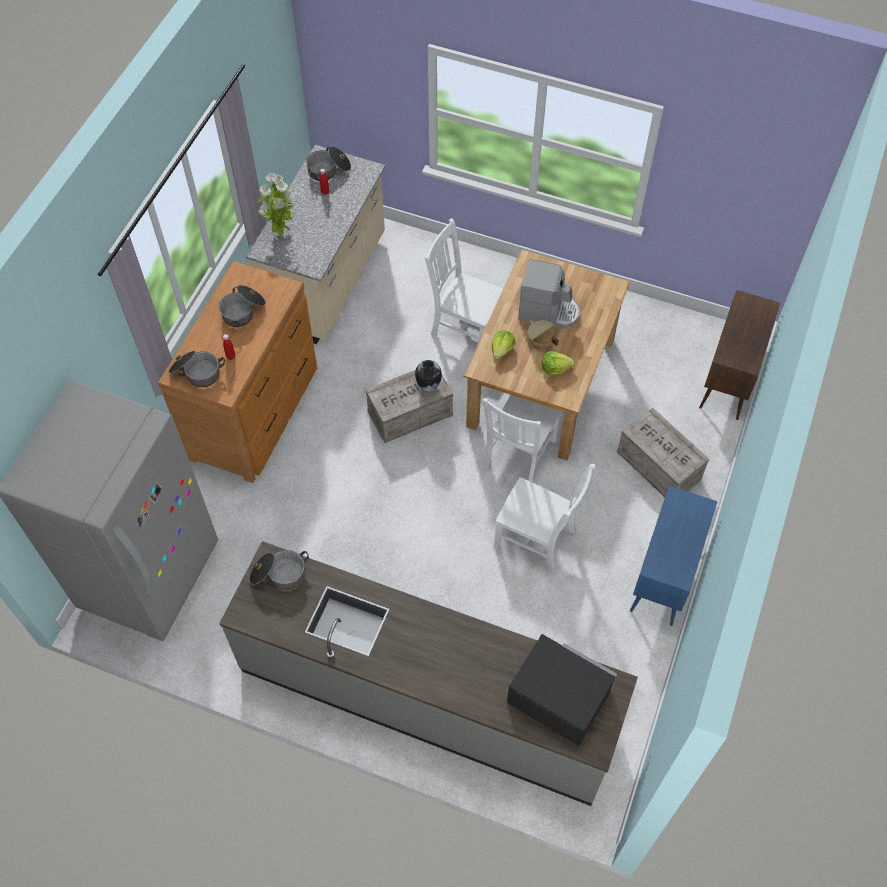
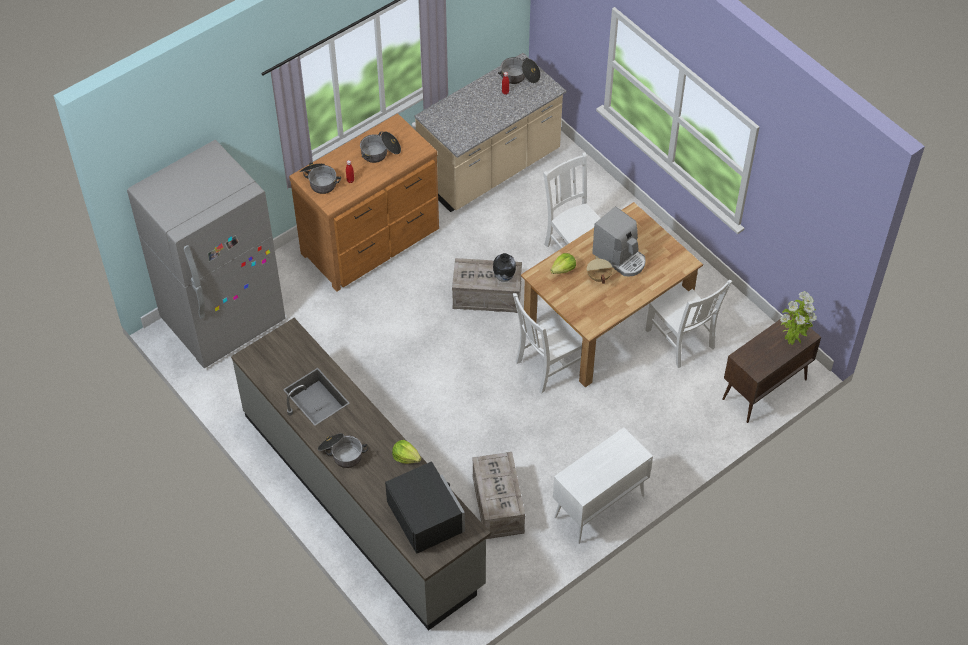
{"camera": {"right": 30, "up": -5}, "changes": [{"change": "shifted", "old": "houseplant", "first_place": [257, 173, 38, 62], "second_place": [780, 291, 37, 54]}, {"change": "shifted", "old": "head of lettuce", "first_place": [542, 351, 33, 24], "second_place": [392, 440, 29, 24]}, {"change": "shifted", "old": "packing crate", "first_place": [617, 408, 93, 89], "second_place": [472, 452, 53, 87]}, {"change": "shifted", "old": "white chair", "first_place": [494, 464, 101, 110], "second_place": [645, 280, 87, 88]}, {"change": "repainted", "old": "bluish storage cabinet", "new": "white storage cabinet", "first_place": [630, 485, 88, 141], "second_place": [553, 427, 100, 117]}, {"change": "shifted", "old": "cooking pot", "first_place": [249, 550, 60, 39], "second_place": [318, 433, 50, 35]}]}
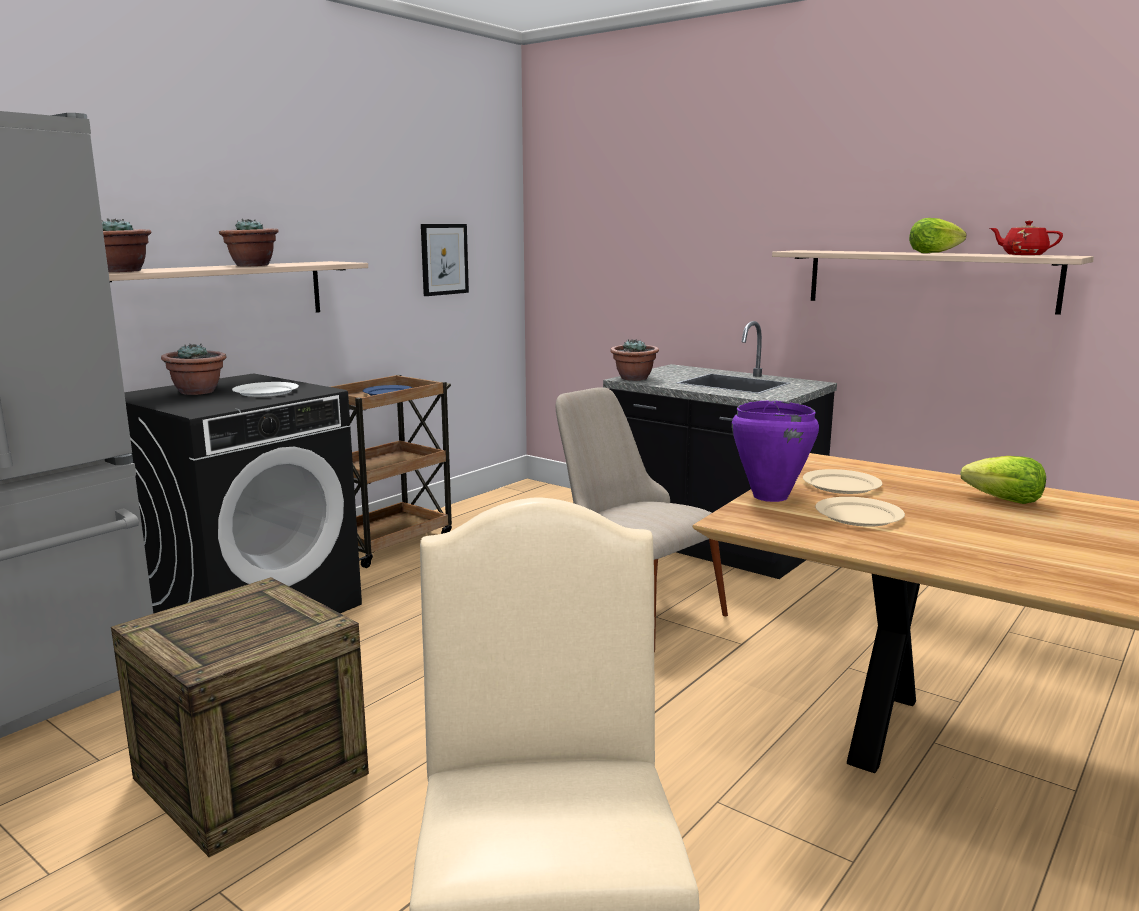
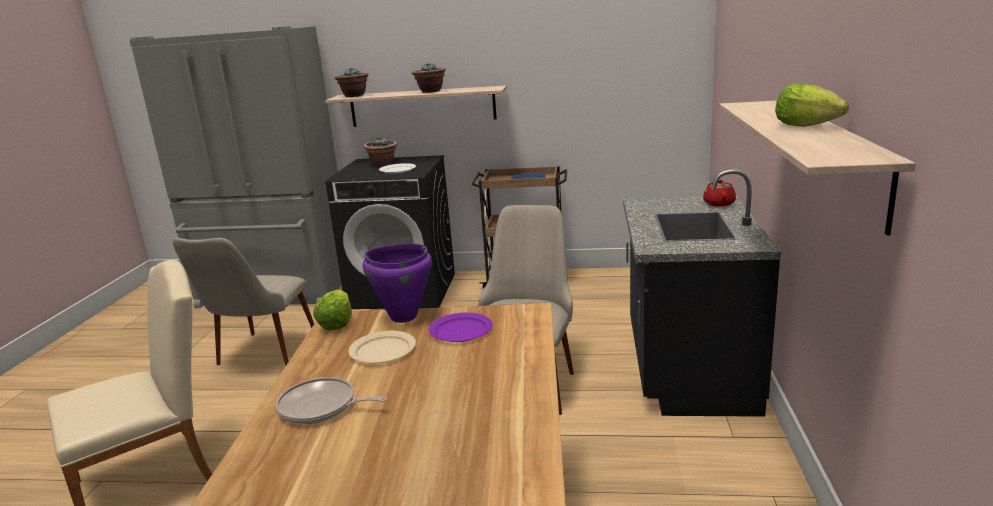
{"camera": {"right": 60, "up": 5}, "changes": [{"change": "shifted", "old": "red pot for tea", "first_place": [990, 221, 73, 34], "second_place": [703, 180, 33, 27]}, {"change": "gone", "old": "wall art", "first_place": [421, 224, 48, 72]}, {"change": "gone", "old": "houseplant", "first_place": [610, 339, 49, 42]}, {"change": "shifted", "old": "head of lettuce", "first_place": [960, 456, 86, 48], "second_place": [313, 290, 39, 40]}, {"change": "repainted", "old": "beige-coloured flat dish", "new": "purple flat dish", "first_place": [803, 469, 79, 25], "second_place": [429, 312, 64, 30]}, {"change": "swapped", "old": "packing crate", "new": "beige-coloured chair", "first_place": [111, 577, 258, 280], "second_place": [173, 238, 141, 129]}, {"change": "new", "new": "pan", "second_place": [276, 377, 112, 47]}]}
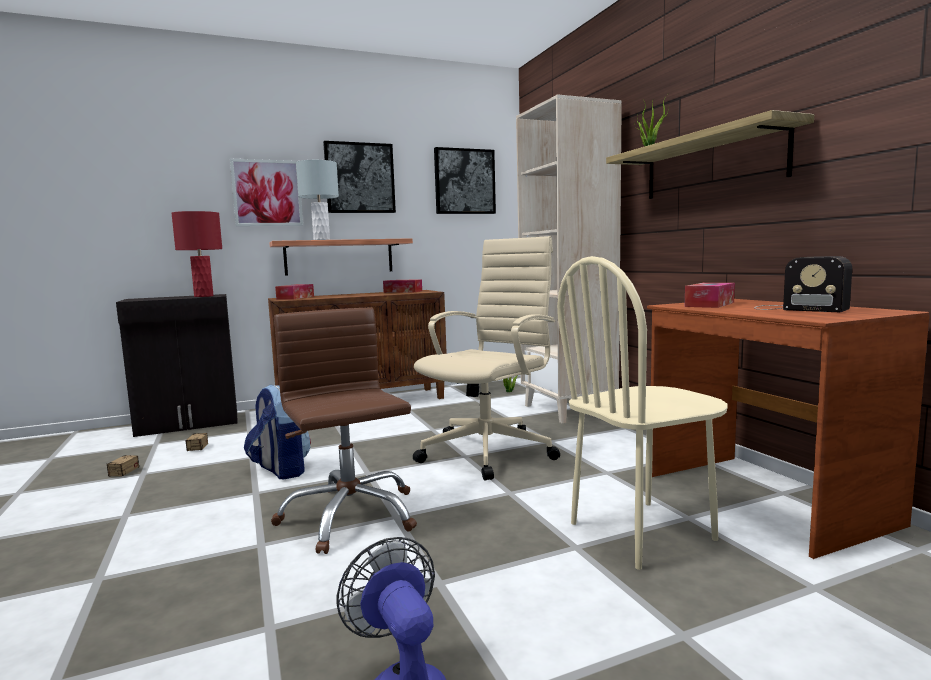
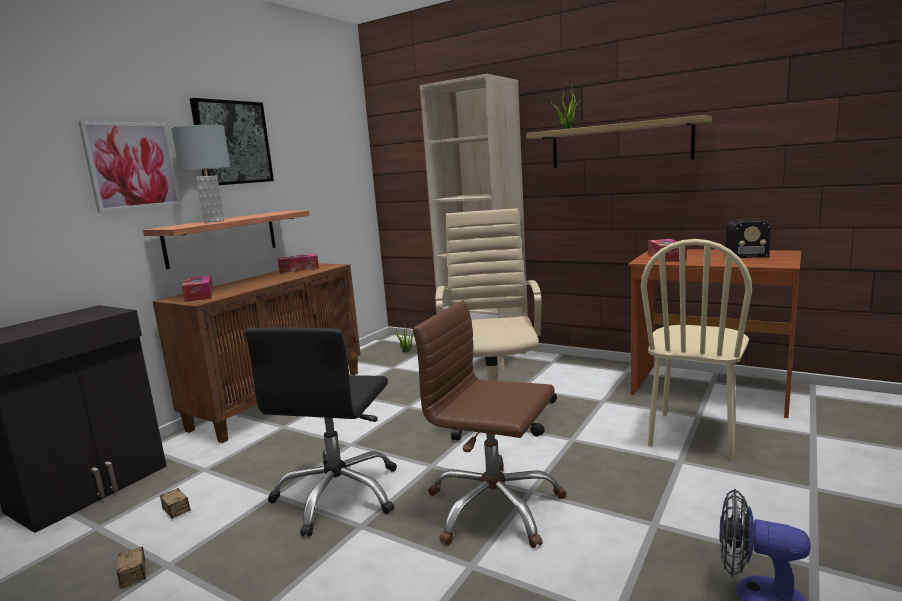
{"camera": {"right": -35, "up": 5}, "changes": [{"change": "gone", "old": "wall art", "first_place": [434, 147, 62, 67]}, {"change": "gone", "old": "red table lamp", "first_place": [172, 211, 50, 86]}, {"change": "swapped", "old": "knapsack", "new": "black computer chair", "first_place": [244, 384, 67, 95], "second_place": [244, 327, 153, 210]}]}
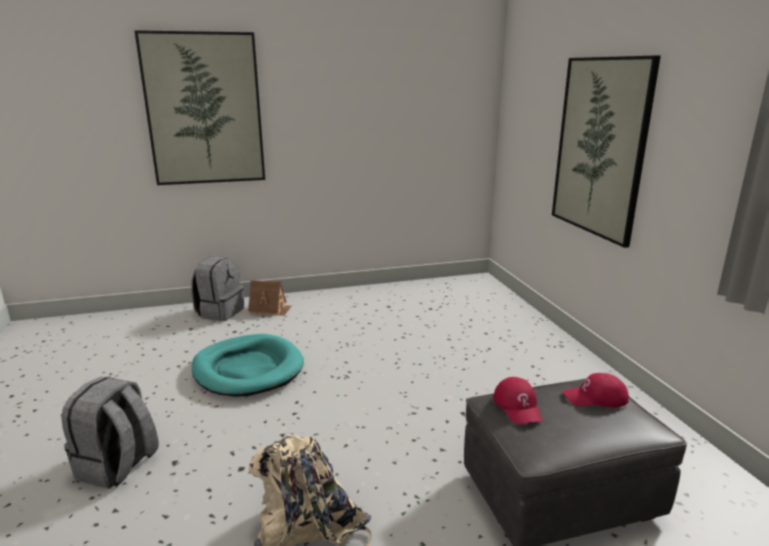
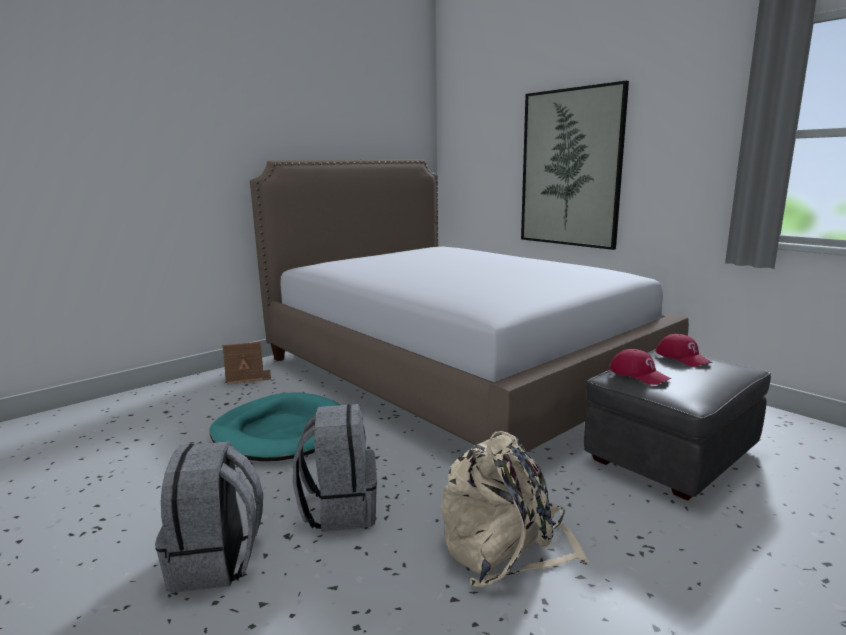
{"camera": {"right": -25, "up": -5}, "changes": [{"change": "gone", "old": "wall art", "first_place": [134, 30, 131, 155]}, {"change": "shifted", "old": "grey knapsack", "first_place": [191, 257, 53, 64], "second_place": [293, 404, 84, 128]}, {"change": "rotated", "old": "red peaked cap", "first_place": [563, 373, 66, 35], "second_place": [655, 334, 57, 33], "degrees": -90}, {"change": "new", "new": "bed", "second_place": [250, 159, 439, 293]}]}
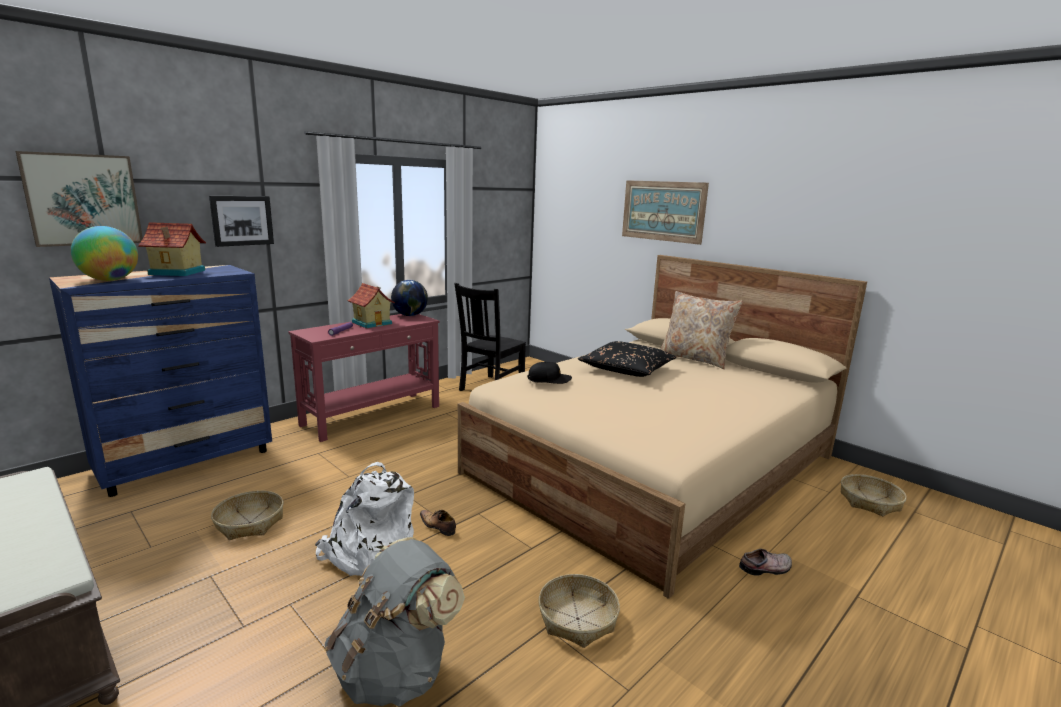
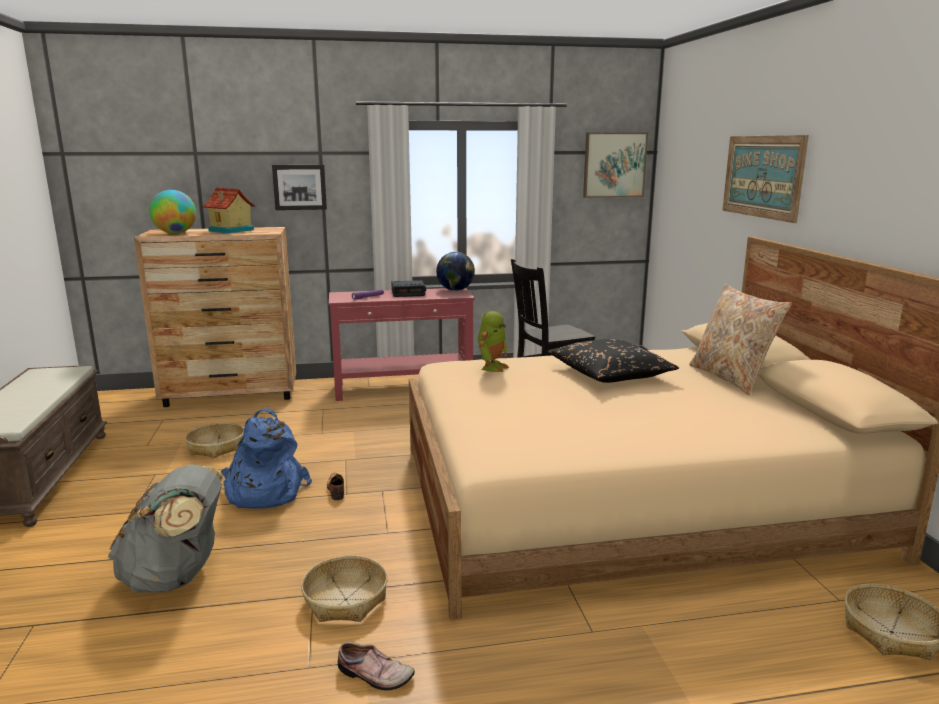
{"camera": {"right": 35, "up": 0}, "changes": [{"change": "shifted", "old": "wall art", "first_place": [15, 151, 128, 96], "second_place": [583, 132, 65, 66]}, {"change": "repainted", "old": "bluish dresser", "new": "brown dresser", "first_place": [49, 265, 223, 232], "second_place": [134, 227, 162, 180]}, {"change": "swapped", "old": "toy house", "new": "alarm clock", "first_place": [347, 283, 48, 45], "second_place": [391, 280, 35, 17]}, {"change": "swapped", "old": "black peaked cap", "new": "toy robot", "first_place": [528, 362, 44, 22], "second_place": [477, 311, 32, 61]}, {"change": "repainted", "old": "white knapsack", "new": "bluish knapsack", "first_place": [315, 462, 99, 114], "second_place": [221, 408, 91, 101]}, {"change": "shifted", "old": "shoe", "first_place": [739, 549, 53, 26], "second_place": [338, 642, 77, 48]}]}
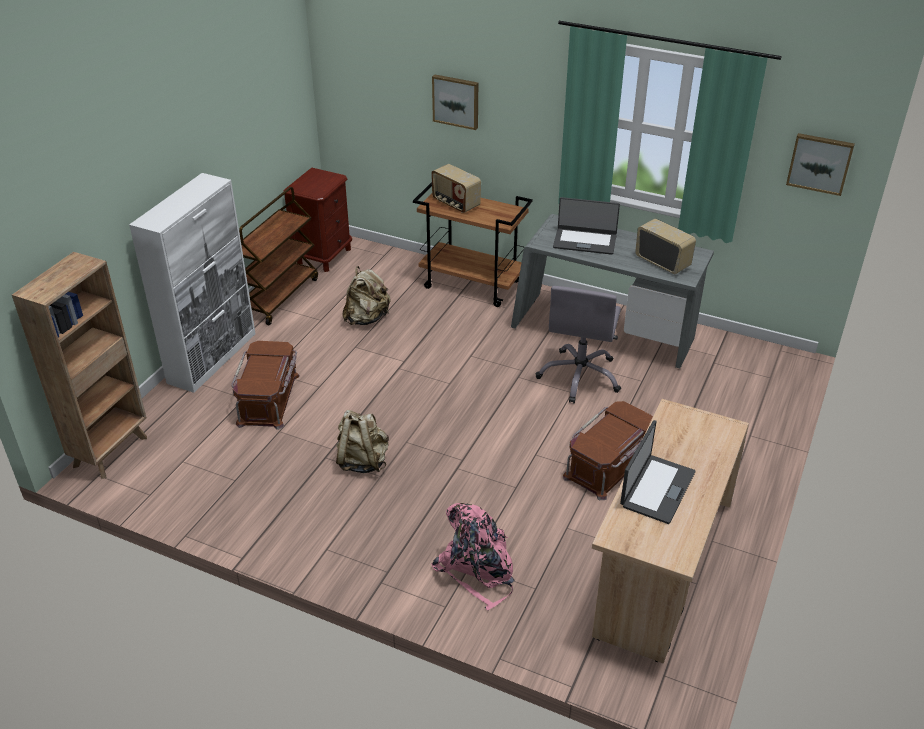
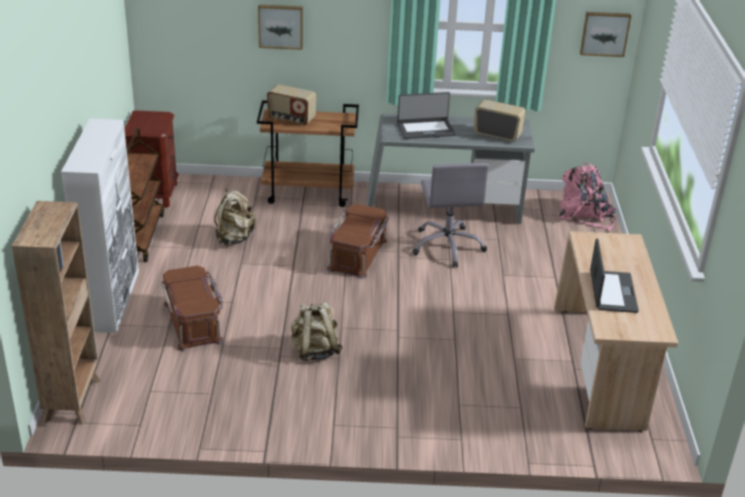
{"camera": {"right": -25, "up": -5}, "changes": [{"change": "shifted", "old": "brown storage box", "first_place": [563, 401, 90, 99], "second_place": [327, 204, 62, 75]}, {"change": "shifted", "old": "pink-coloured knapsack", "first_place": [431, 503, 83, 108], "second_place": [557, 163, 60, 68]}]}
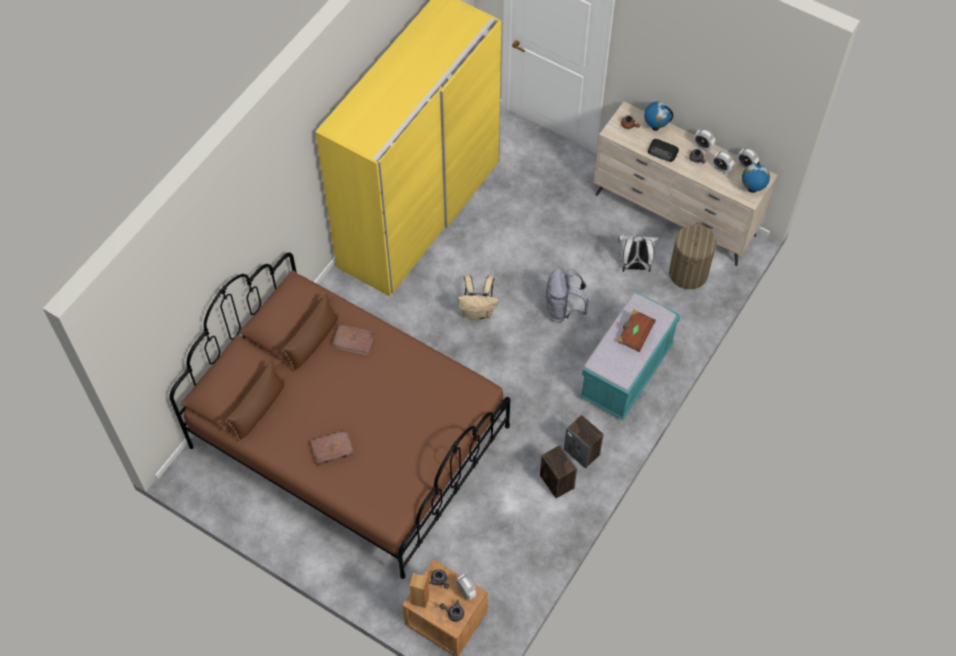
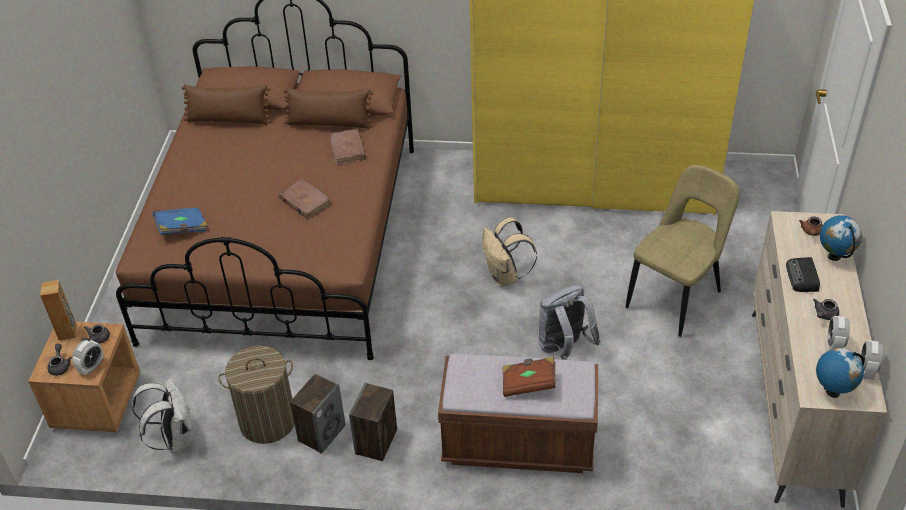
{"camera": {"right": 65, "up": -15}, "changes": [{"change": "gone", "old": "alarm clock", "first_place": [694, 129, 21, 23]}, {"change": "shifted", "old": "laundry basket", "first_place": [669, 222, 48, 68], "second_place": [218, 346, 77, 98]}, {"change": "shifted", "old": "white knapsack", "first_place": [618, 235, 40, 37], "second_place": [132, 378, 60, 75]}, {"change": "repainted", "old": "turquoise-coloured indoor bench", "new": "brown indoor bench", "first_place": [579, 292, 101, 128], "second_place": [438, 354, 160, 119]}, {"change": "shifted", "old": "brown volume", "first_place": [310, 430, 44, 35], "second_place": [279, 179, 52, 40]}, {"change": "new", "new": "beige-coloured chair", "second_place": [626, 165, 114, 172]}, {"change": "new", "new": "bluish volume", "second_place": [153, 208, 54, 27]}]}
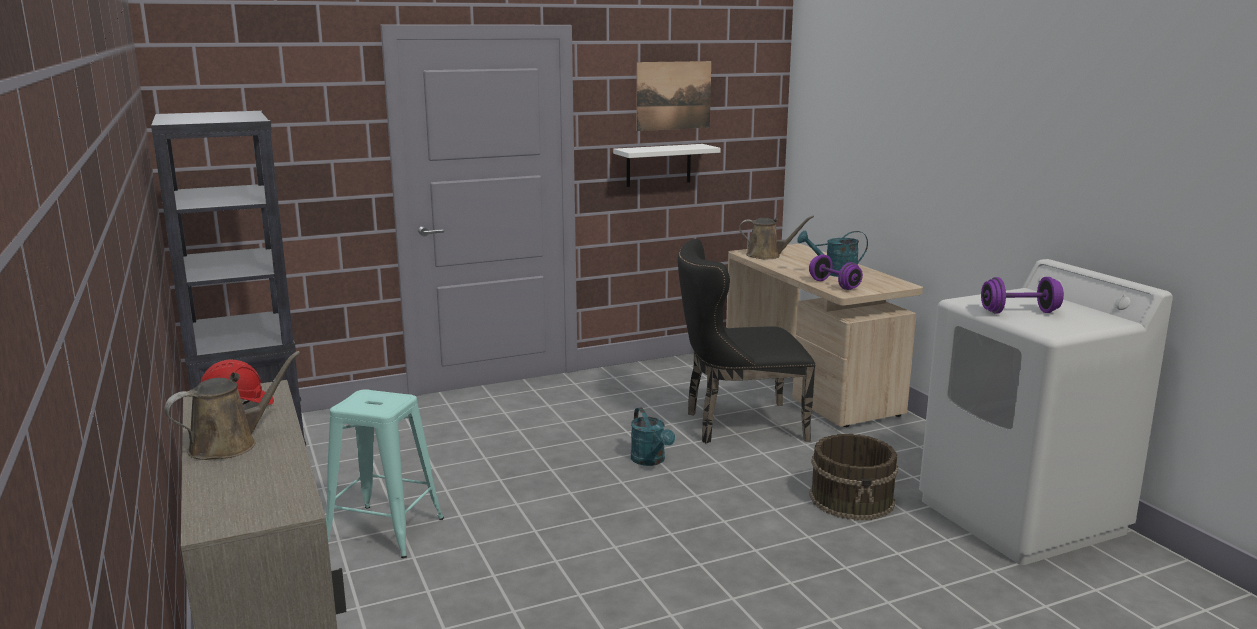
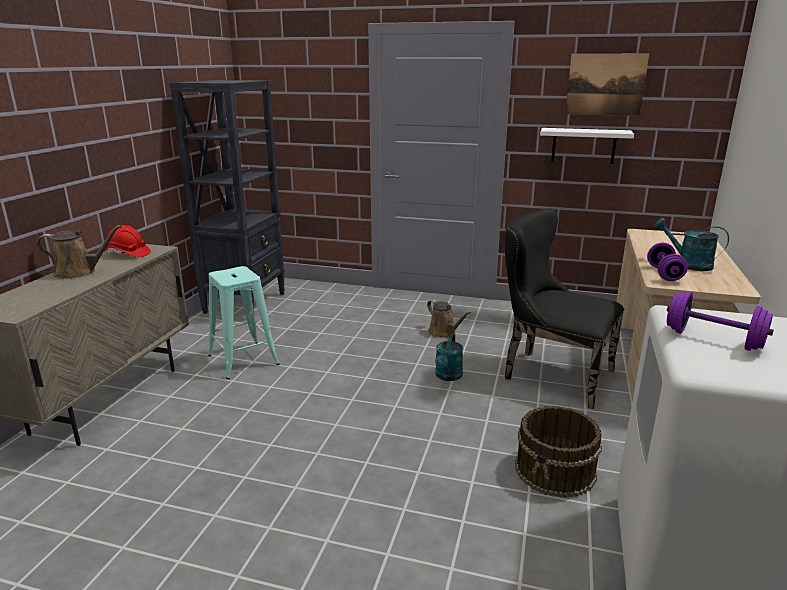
{"camera": {"right": 40, "up": 5}, "changes": [{"change": "shifted", "old": "brown watering pot", "first_place": [739, 216, 75, 43], "second_place": [427, 300, 44, 38]}]}
